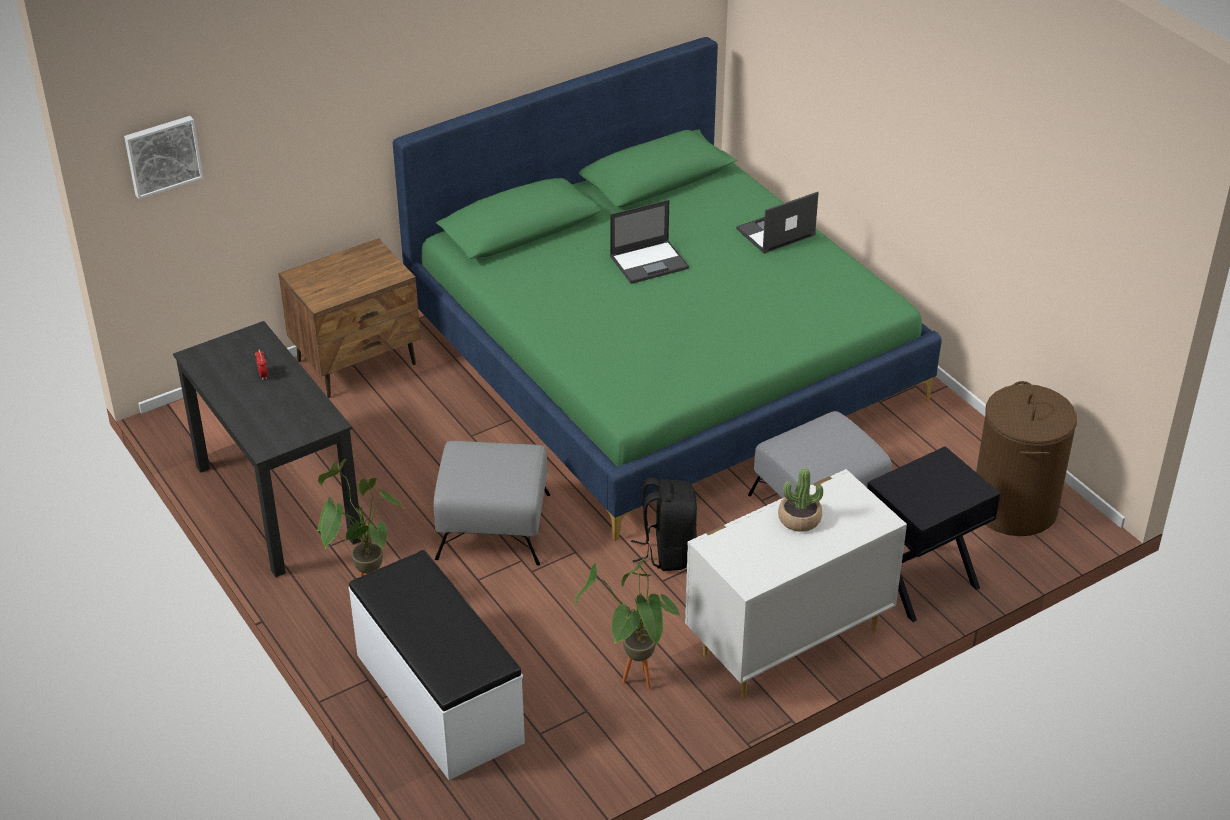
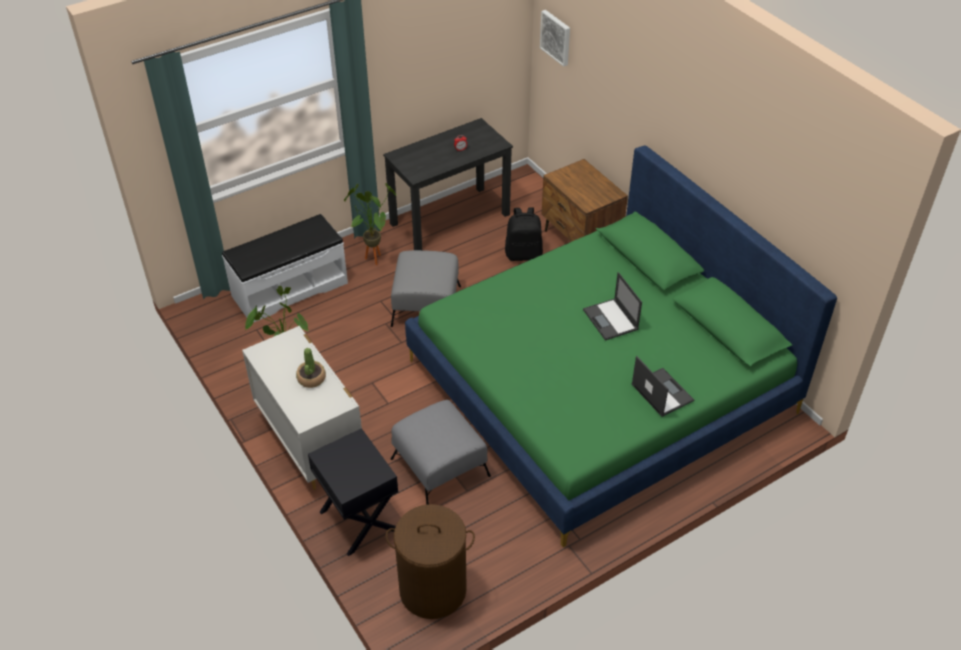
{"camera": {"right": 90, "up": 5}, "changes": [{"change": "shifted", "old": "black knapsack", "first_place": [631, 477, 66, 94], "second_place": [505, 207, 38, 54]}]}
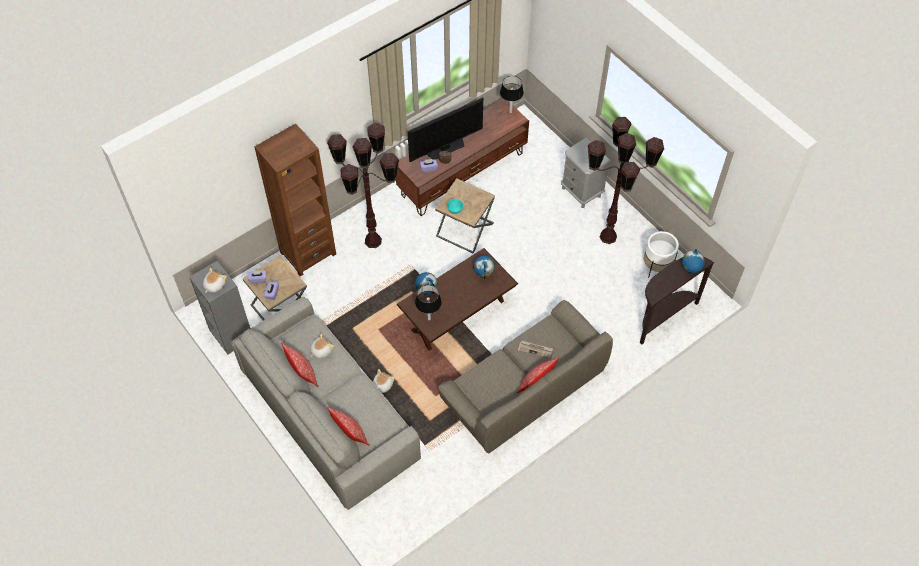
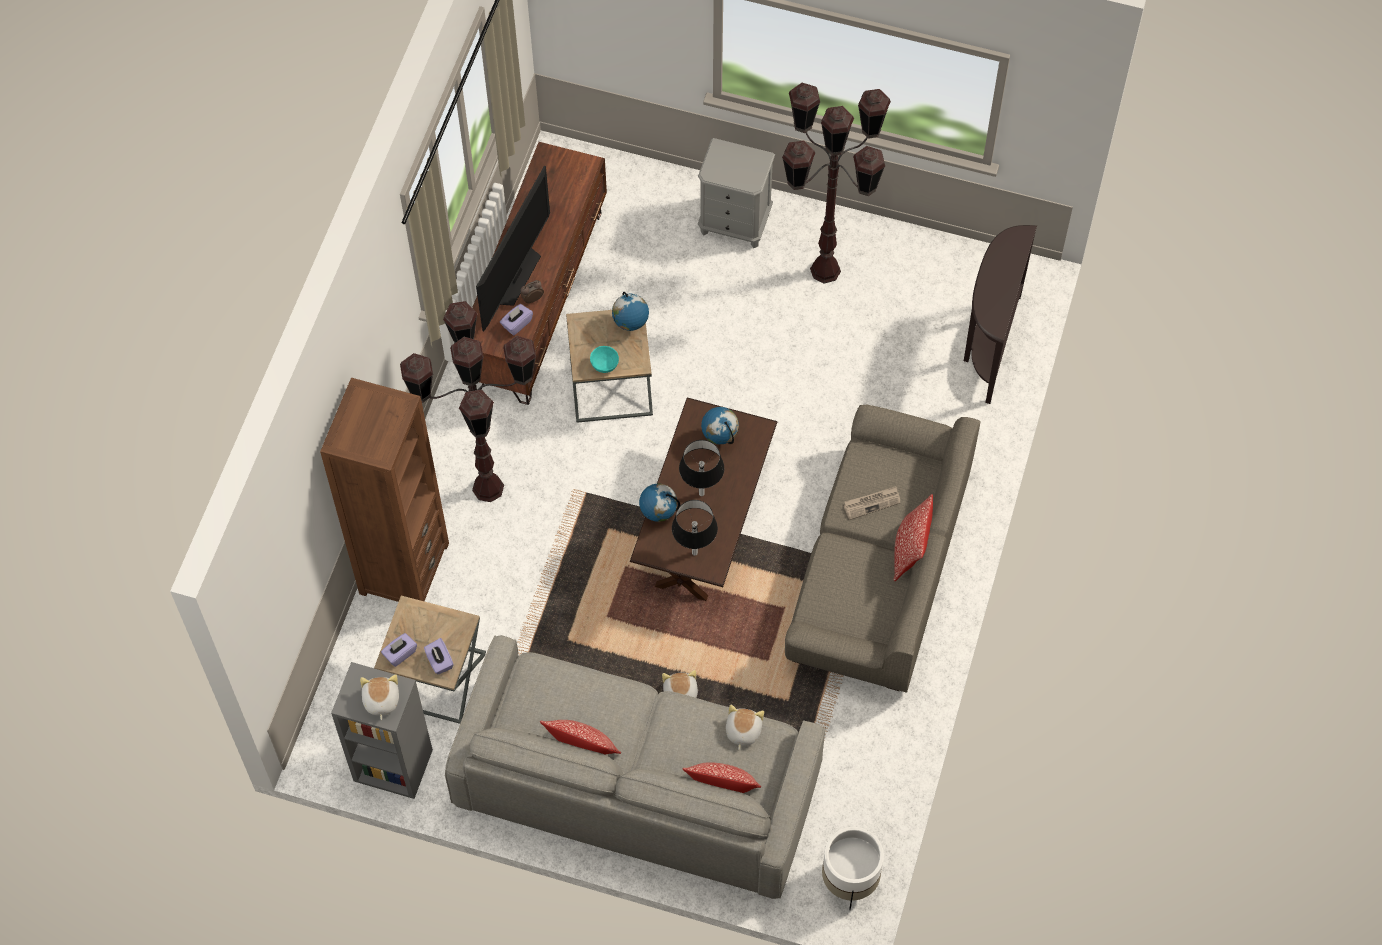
{"camera": {"right": -35, "up": 5}, "changes": [{"change": "shifted", "old": "black table lamp", "first_place": [500, 76, 24, 37], "second_place": [679, 440, 45, 56]}, {"change": "shifted", "old": "white plant pot", "first_place": [644, 231, 35, 45], "second_place": [822, 827, 62, 83]}, {"change": "shifted", "old": "desk globe", "first_place": [682, 249, 23, 25], "second_place": [612, 292, 37, 39]}, {"change": "shifted", "old": "plush toy", "first_place": [310, 333, 24, 26], "second_place": [726, 705, 38, 45]}]}
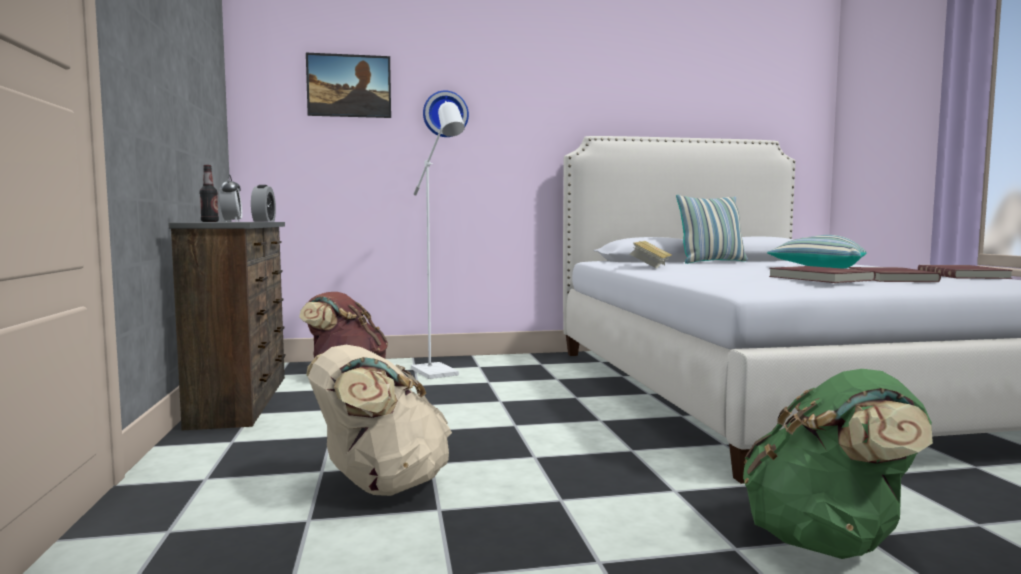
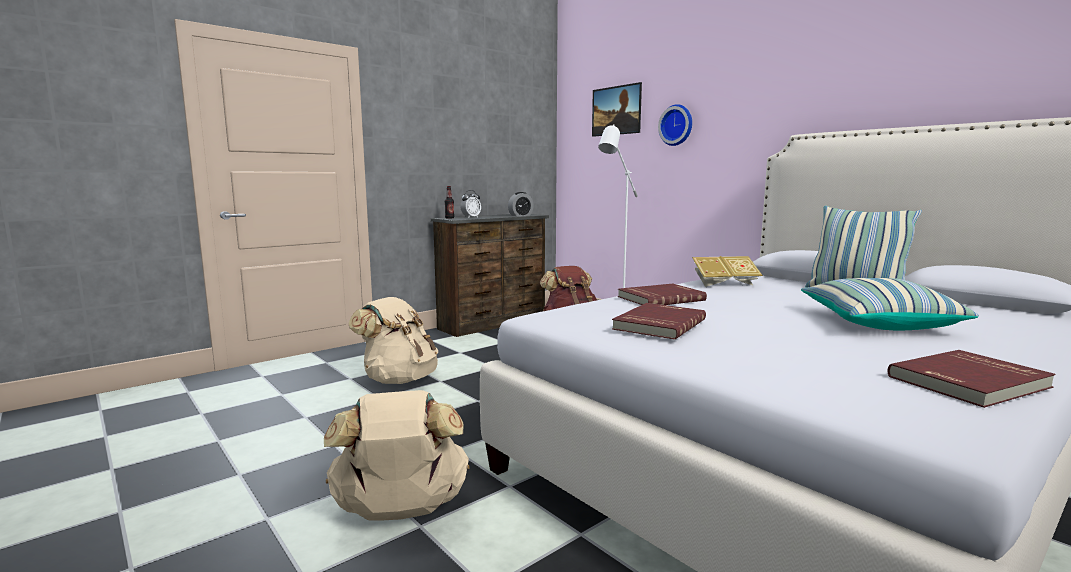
{"camera": {"right": 60, "up": 5}, "changes": [{"change": "shifted", "old": "red volume", "first_place": [848, 267, 93, 15], "second_place": [618, 284, 89, 21]}, {"change": "repainted", "old": "green knapsack", "new": "beige-coloured knapsack", "first_place": [743, 369, 190, 190], "second_place": [324, 390, 146, 131]}]}
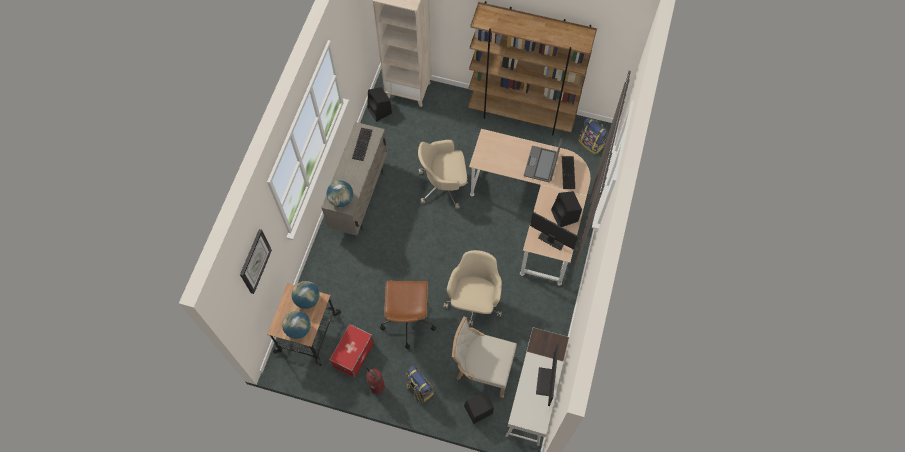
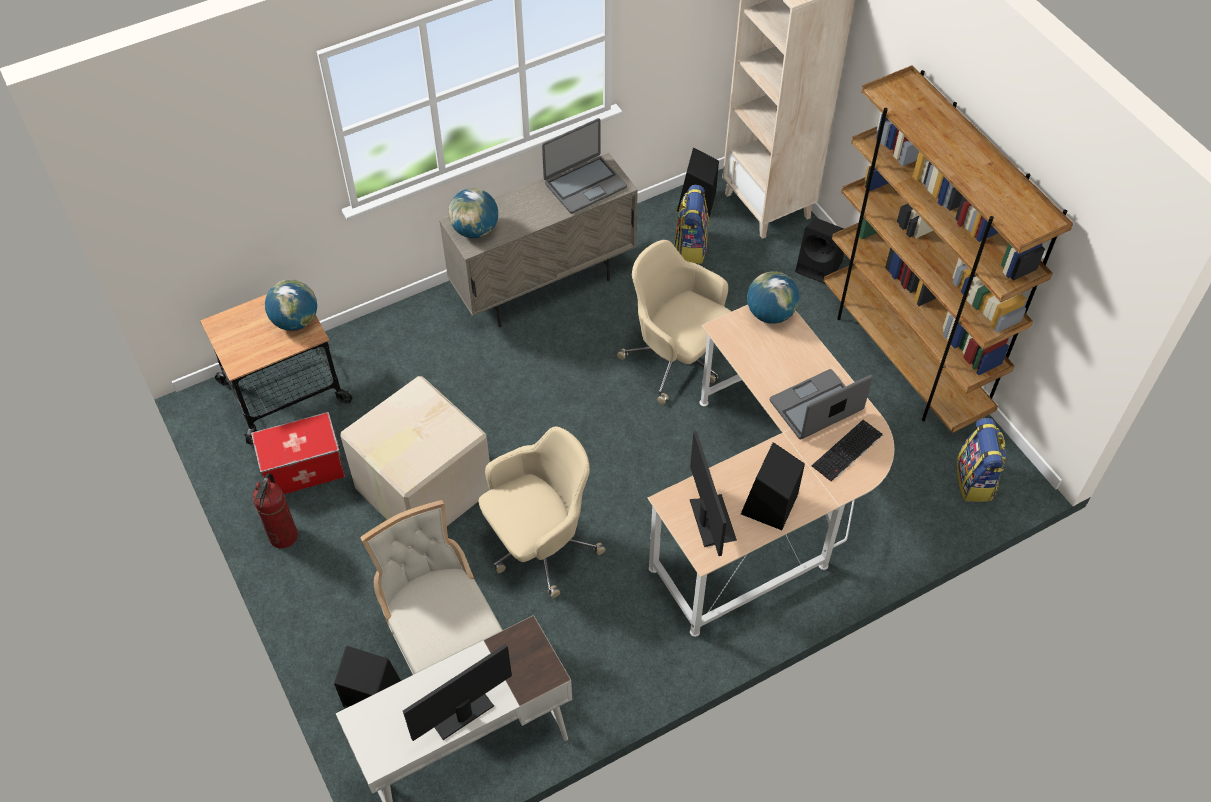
{"camera": {"right": 45, "up": -10}, "changes": [{"change": "swapped", "old": "computer keyboard", "new": "notebook computer", "first_place": [352, 128, 21, 33], "second_place": [542, 118, 85, 96]}, {"change": "gone", "old": "wall clock", "first_place": [240, 229, 32, 65]}, {"change": "swapped", "old": "brown computer chair", "new": "cardboard box", "first_place": [380, 281, 56, 68], "second_place": [340, 376, 150, 150]}, {"change": "shifted", "old": "desk globe", "first_place": [282, 311, 29, 28], "second_place": [747, 271, 52, 53]}, {"change": "shifted", "old": "knapsack", "first_place": [406, 366, 28, 37], "second_place": [674, 185, 35, 79]}, {"change": "new", "new": "black loudspeaker", "second_place": [795, 218, 49, 66]}]}
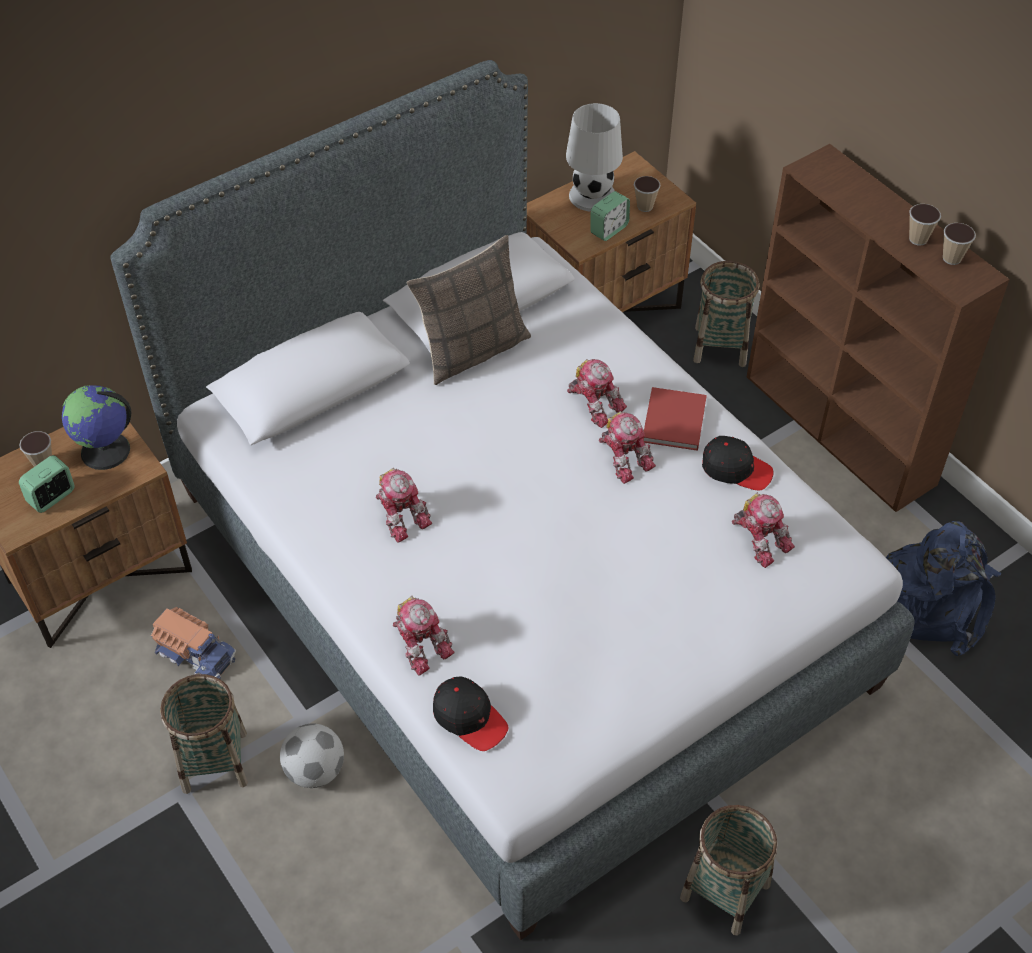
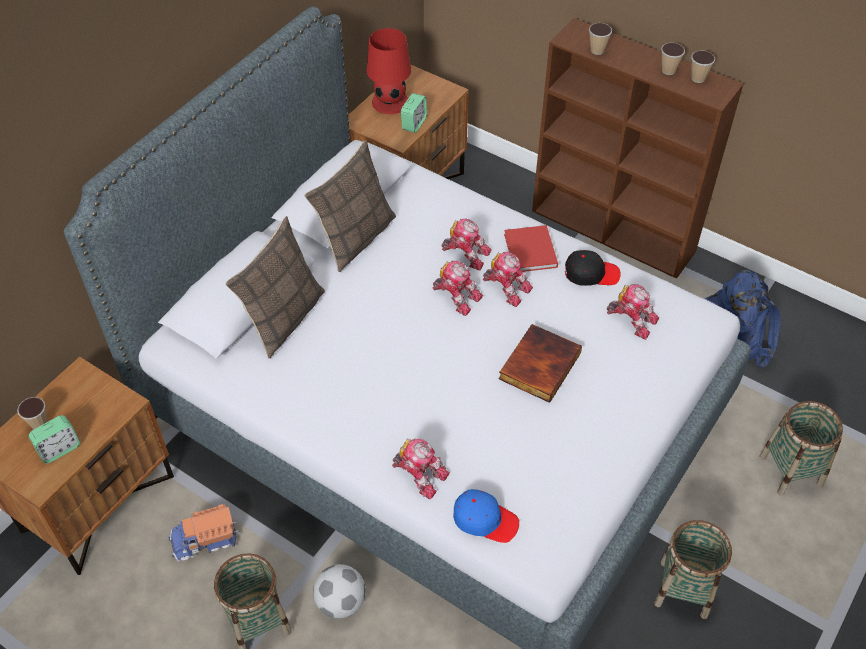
{"camera": {"right": -20, "up": 0}, "changes": [{"change": "repainted", "old": "white table lamp", "new": "red table lamp", "first_place": [566, 103, 57, 109], "second_place": [367, 28, 44, 86]}, {"change": "shifted", "old": "drinking cup", "first_place": [634, 176, 26, 36], "second_place": [589, 23, 23, 32]}, {"change": "shifted", "old": "storage basket", "first_place": [693, 261, 66, 106], "second_place": [759, 401, 84, 95]}, {"change": "gone", "old": "desk globe", "first_place": [62, 385, 69, 85]}, {"change": "rotated", "old": "alarm clock", "first_place": [19, 455, 56, 58], "second_place": [28, 415, 52, 49], "degrees": -150}, {"change": "shifted", "old": "toy robot", "first_place": [376, 468, 56, 75], "second_place": [432, 261, 51, 55]}, {"change": "rotated", "old": "toy truck", "first_place": [151, 607, 85, 72], "second_place": [168, 504, 71, 58], "degrees": 150}, {"change": "repainted", "old": "black peaked cap", "new": "bluish peaked cap", "first_place": [433, 676, 75, 75], "second_place": [453, 489, 66, 54]}, {"change": "new", "new": "pillow", "second_place": [225, 216, 100, 142]}, {"change": "new", "new": "volume", "second_place": [499, 324, 83, 79]}]}
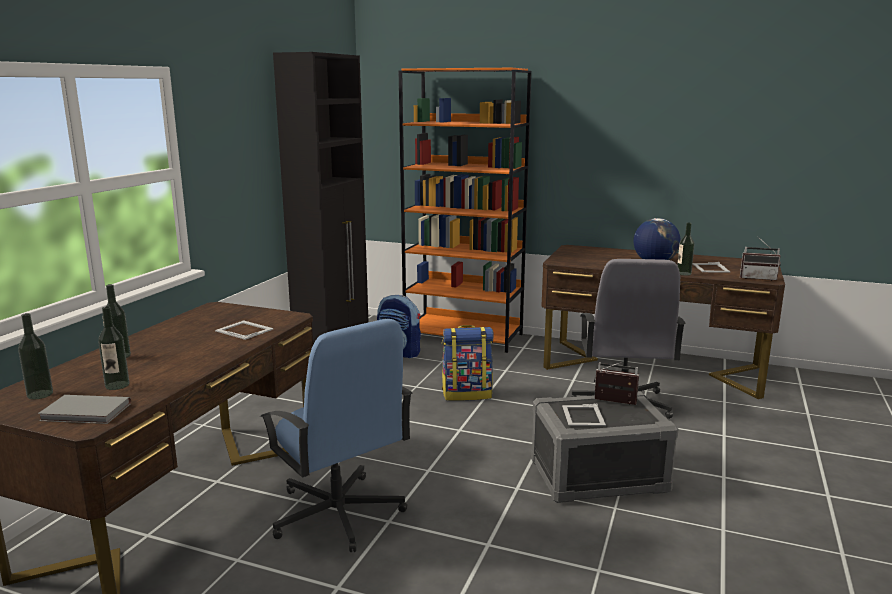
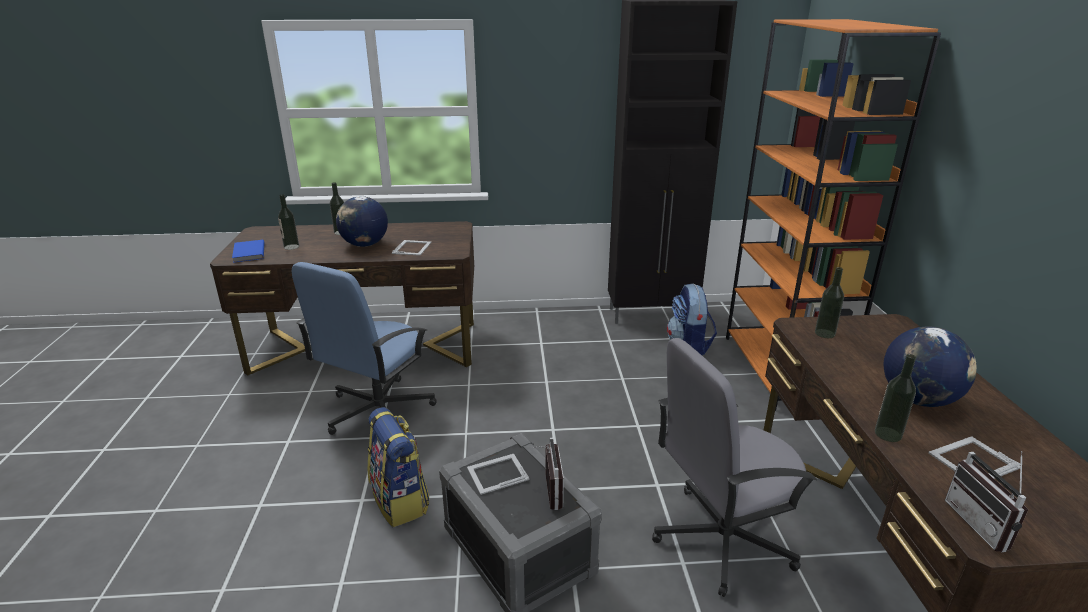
{"camera": {"right": 65, "up": 10}, "changes": [{"change": "shifted", "old": "bottle", "first_place": [18, 313, 35, 87], "second_place": [815, 267, 29, 71]}, {"change": "shifted", "old": "knapsack", "first_place": [442, 325, 52, 76], "second_place": [368, 407, 62, 120]}, {"change": "repainted", "old": "grey volume", "new": "bluish volume", "first_place": [38, 395, 93, 29], "second_place": [232, 240, 33, 23]}, {"change": "new", "new": "desk globe", "second_place": [336, 196, 52, 51]}]}
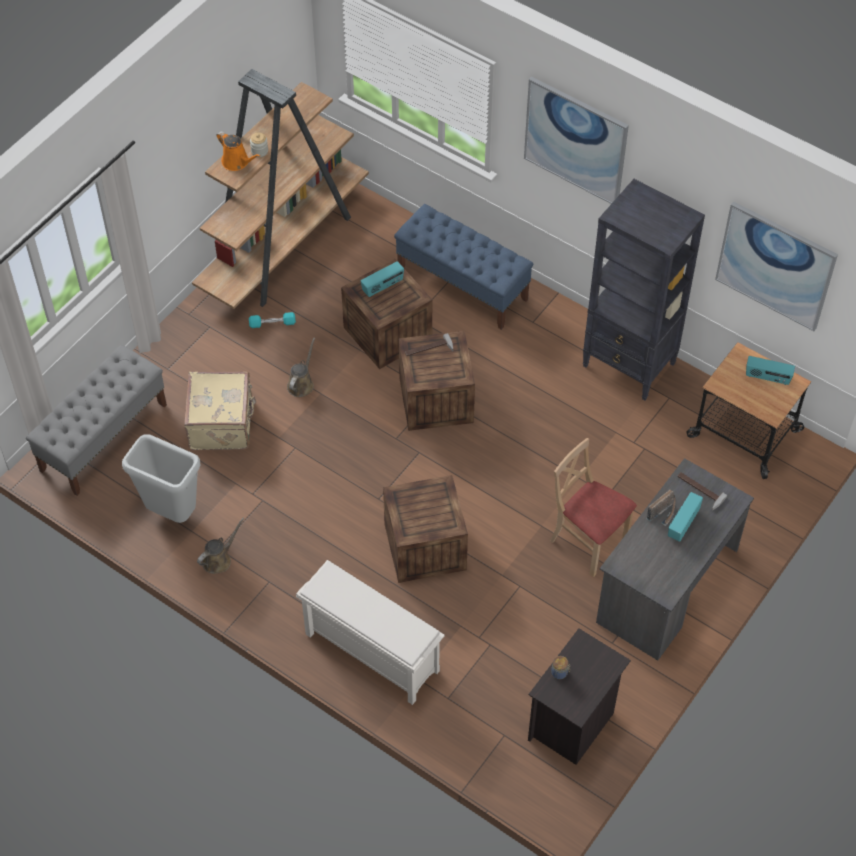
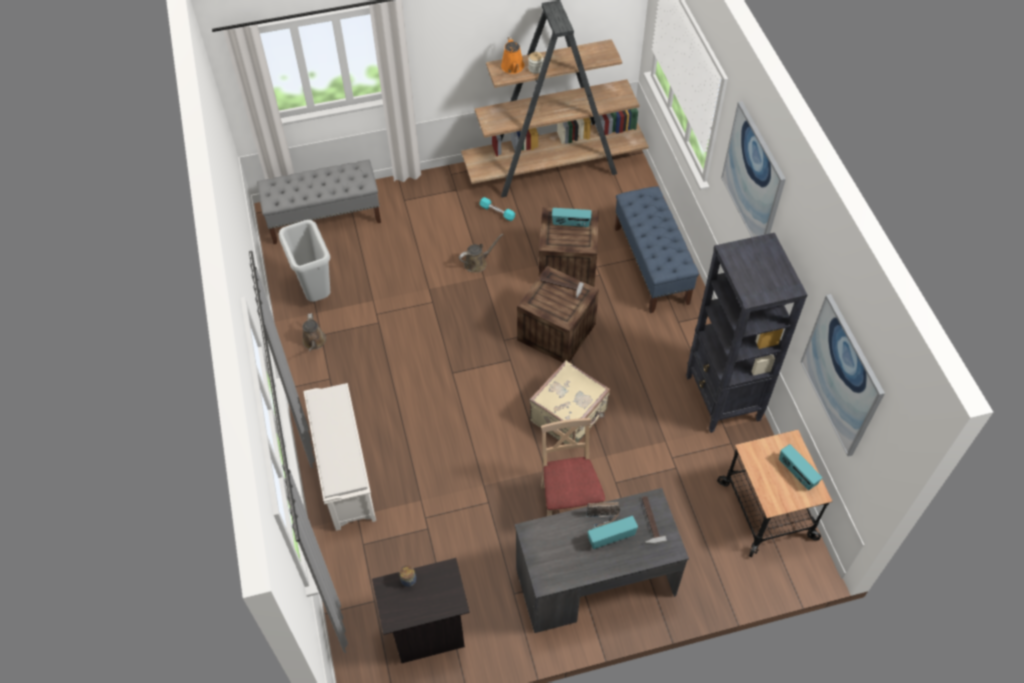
{"camera": {"right": 40, "up": 0}, "changes": [{"change": "shifted", "old": "beige-coloured piece of luggage", "first_place": [184, 371, 72, 79], "second_place": [529, 360, 81, 89]}, {"change": "gone", "old": "packing crate", "first_place": [383, 475, 85, 108]}, {"change": "rotated", "old": "brown watering pot", "first_place": [197, 518, 47, 56], "second_place": [302, 313, 24, 38], "degrees": 90}]}
